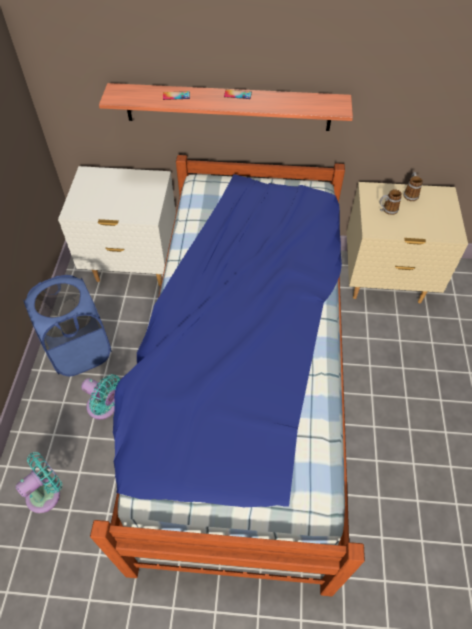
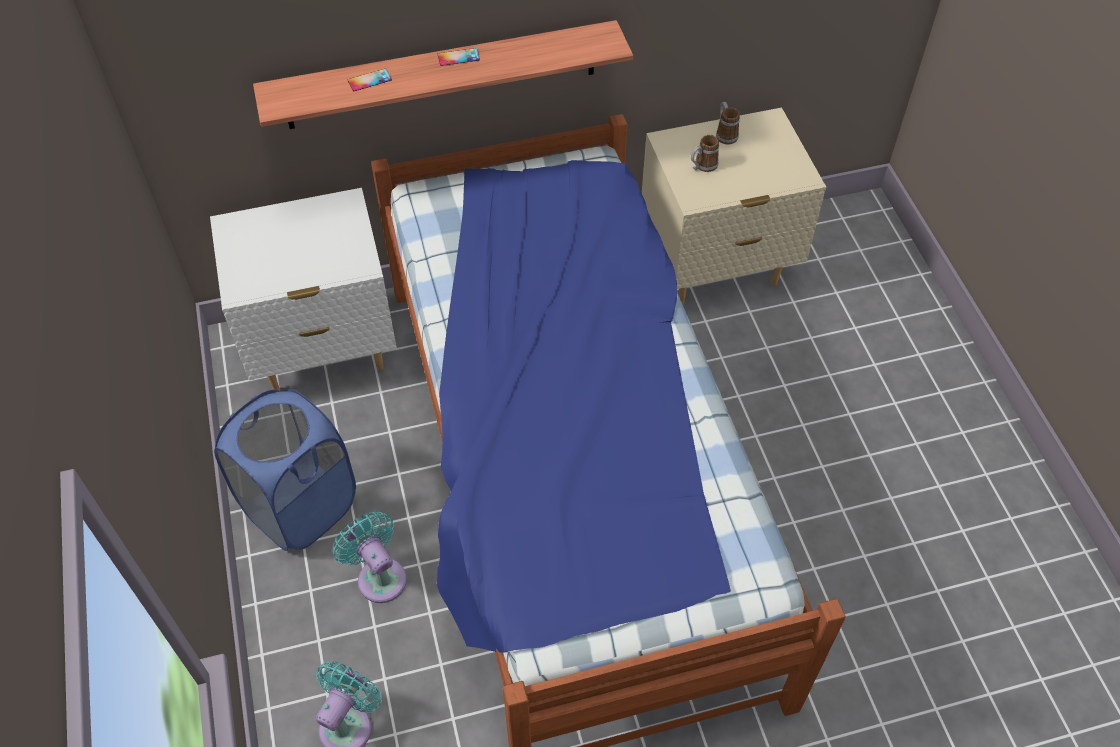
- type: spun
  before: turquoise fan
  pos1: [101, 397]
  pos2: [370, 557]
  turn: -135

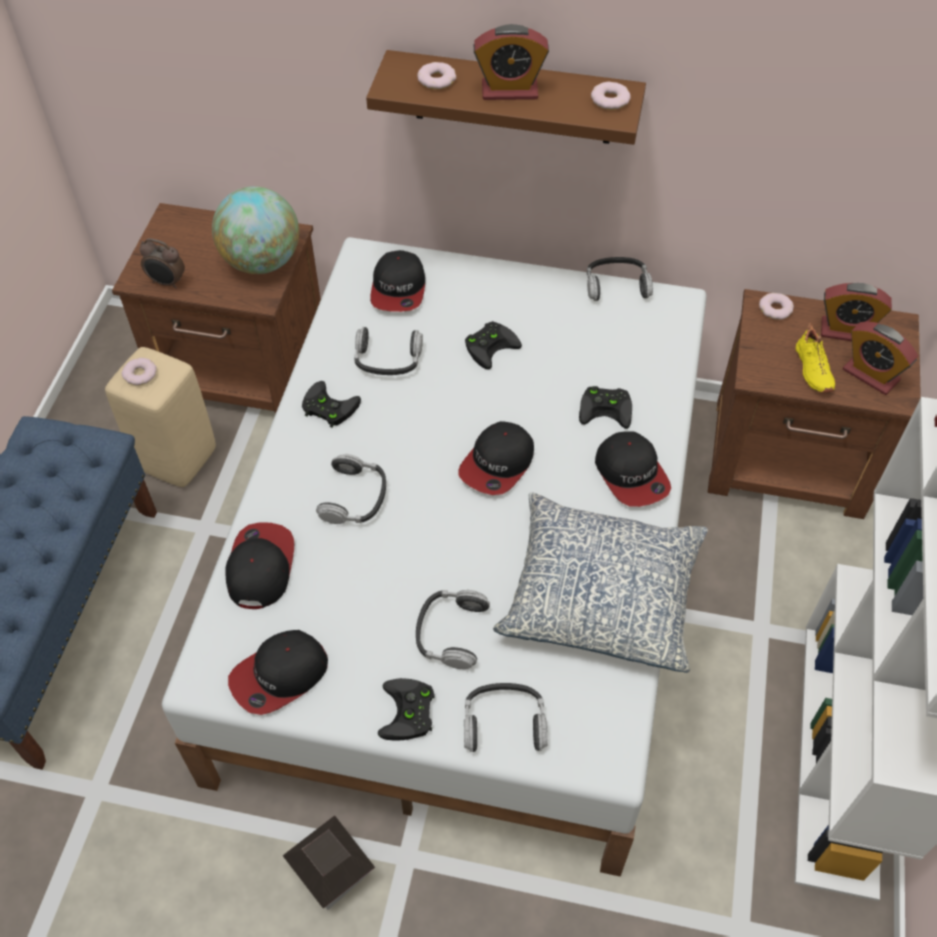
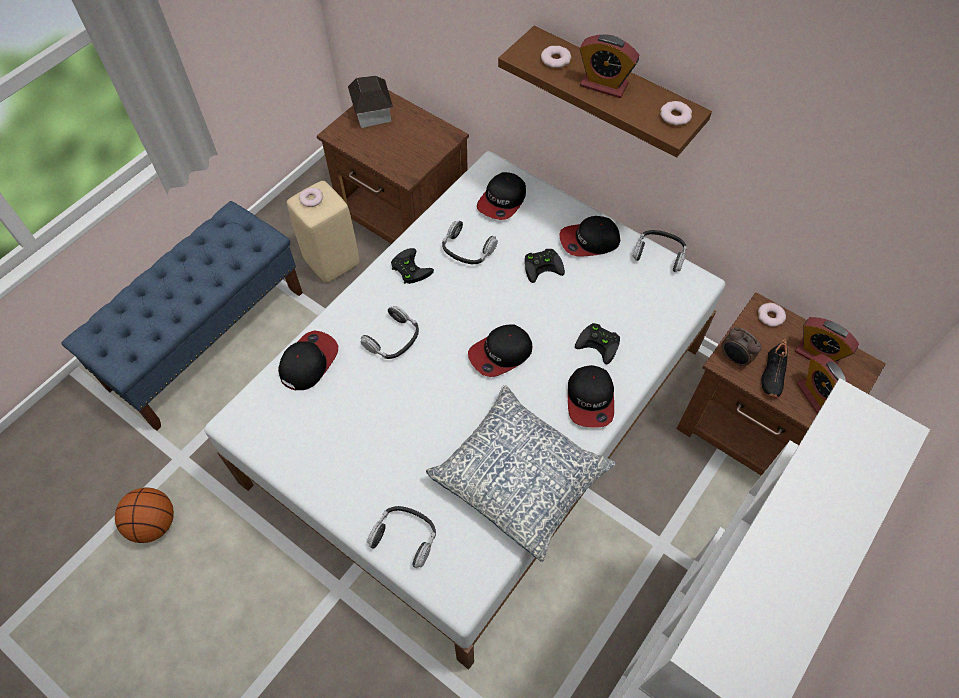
- type: appeared
  after: basketball
  pos2: [144, 515]
- type: relocated
  before: toy house
  pos1: [328, 862]
  pos2: [370, 102]
- type: relocated
  before: cap
  pos1: [278, 672]
  pos2: [590, 236]
- type: relocated
  before: alarm clock
  pos1: [162, 264]
  pos2: [741, 347]
- type: colour
  before: yellow shoe
  after: black shoe
  pos1: [815, 358]
  pos2: [774, 368]
- type: missing
  before: globe
  pos1: [255, 230]
- type: missing
  before: black game controller
  pos1: [406, 709]
- type: missing
  before: headphones
  pos1: [453, 629]

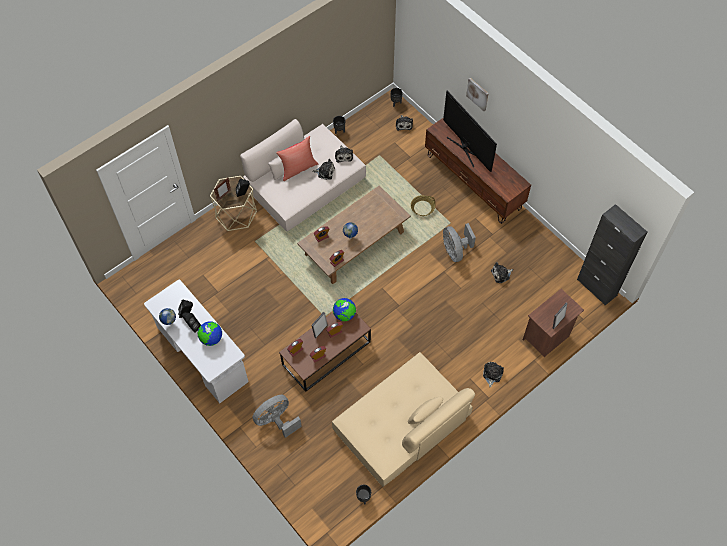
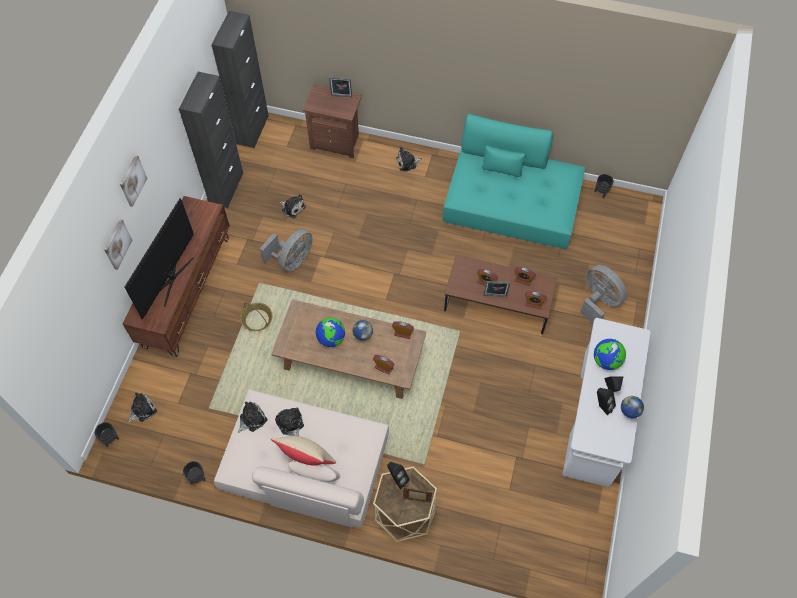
- type: appeared
  after: picture
  pos2: [133, 181]
- type: appeared
  after: black cabinet
  pos2: [211, 140]
- type: colour
  before: red pillow
  after: beige pillow
  pos1: [297, 158]
  pos2: [303, 451]
- type: relocated
  before: globe
  pos1: [344, 309]
  pos2: [330, 332]
- type: colour
  before: beige sofa
  after: turquoise sofa
  pos1: [403, 419]
  pos2: [513, 181]
- type: spun
  before: grey fan
  pos1: [277, 416]
  pos2: [603, 294]
  turn: -150

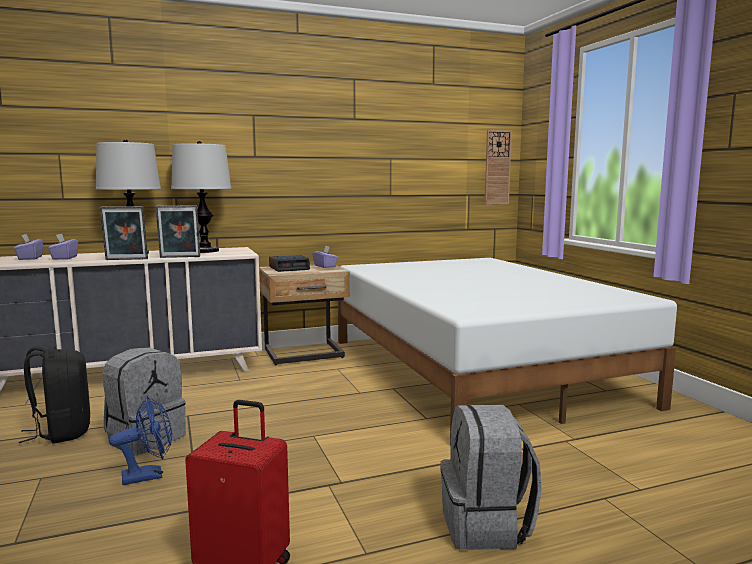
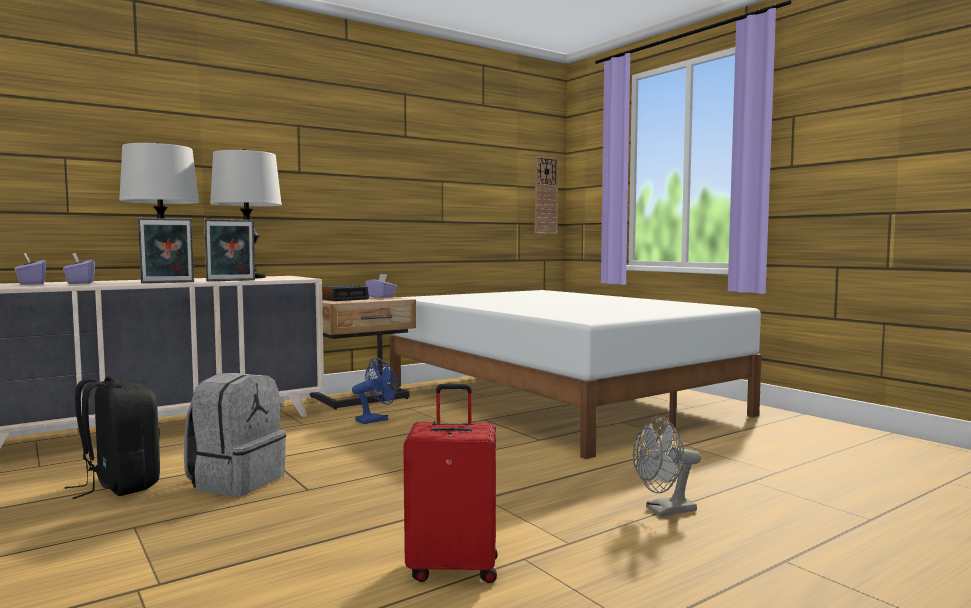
- type: relocated
  before: blue fan
  pos1: [140, 441]
  pos2: [375, 391]
- type: exchanged
  before: grey backpack
  after: grey fan
  pos1: [491, 477]
  pos2: [667, 466]

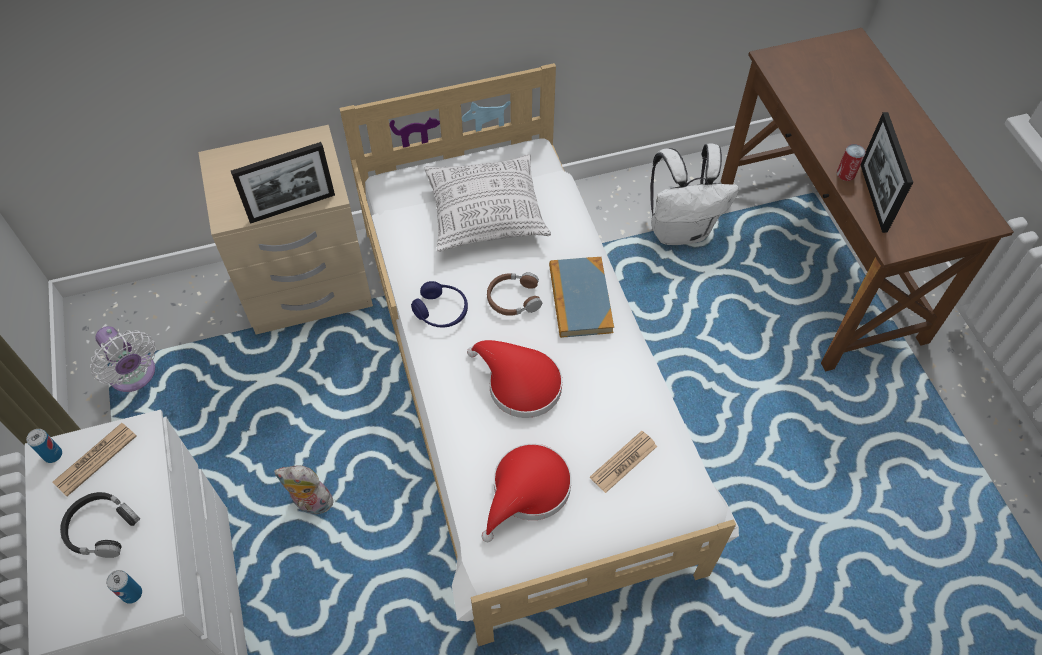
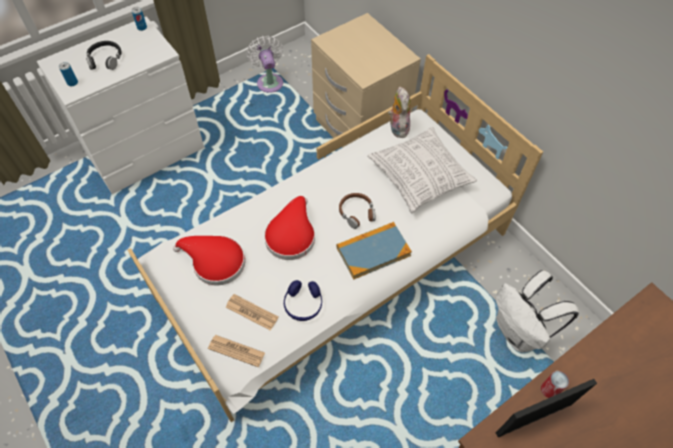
- type: relocated
  before: newspaper
  pos1: [94, 459]
  pos2: [236, 351]
- type: spun
  before: white fan
  pos1: [123, 359]
  pos2: [265, 64]
  turn: 135
- type: relocated
  before: blue headphones
  pos1: [439, 304]
  pos2: [303, 300]
- type: relocated
  before: plush toy
  pos1: [306, 489]
  pos2: [399, 112]
- type: missing
  before: picture frame
  pos1: [283, 183]

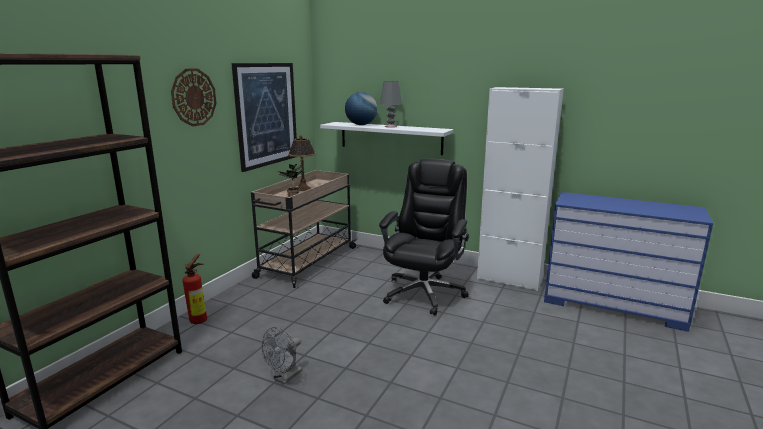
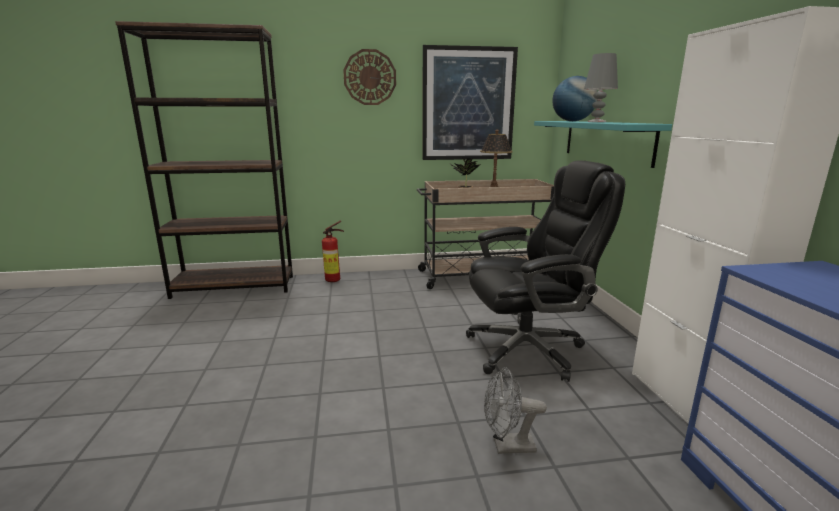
- type: relocated
  before: grey fan
  pos1: [282, 355]
  pos2: [515, 410]
- type: colour
  before: white shelf
  after: turquoise shelf
  pos1: [387, 138]
  pos2: [603, 144]

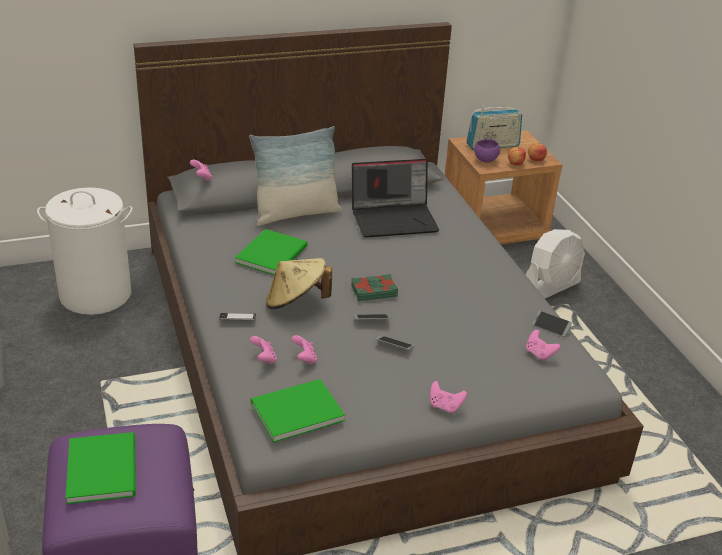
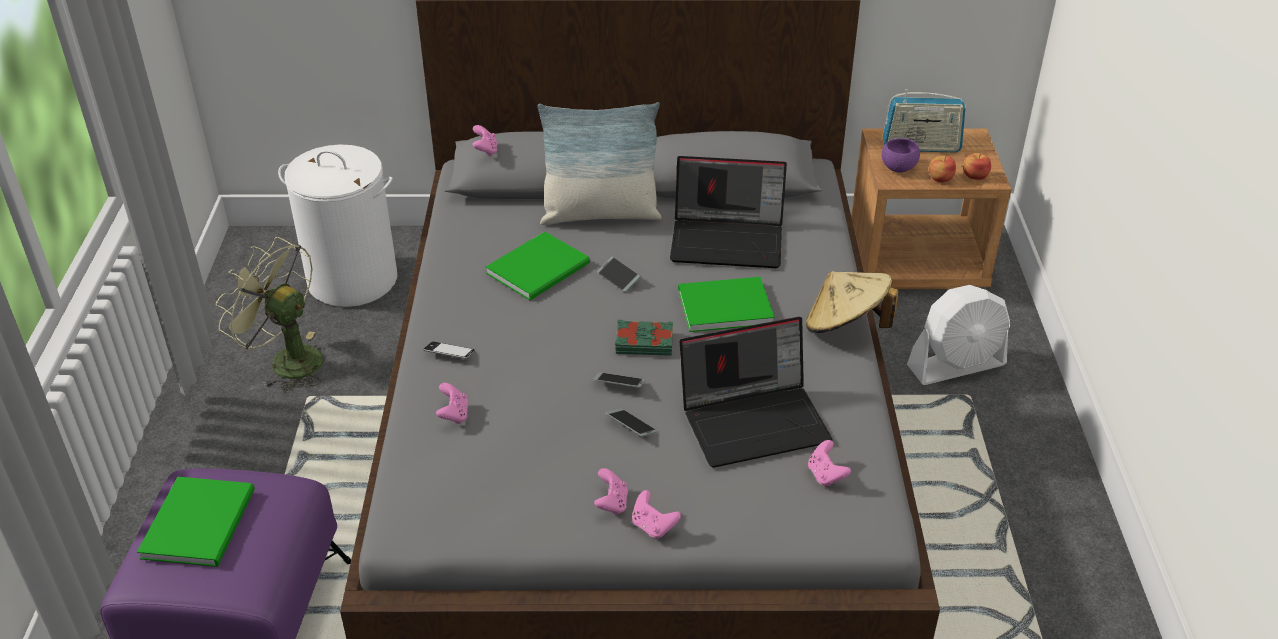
- type: appeared
  after: green fan
  pos2: [269, 314]
- type: relocated
  before: pink game controller
  pos1: [304, 350]
  pos2: [611, 491]
- type: relocated
  before: phone
  pos1: [552, 324]
  pos2: [618, 274]
- type: relocated
  before: green book
  pos1: [298, 411]
  pos2: [726, 304]
- type: appeared
  after: laptop
  pos2: [756, 392]
- type: relocated
  before: beige hat
  pos1: [299, 283]
  pos2: [852, 302]

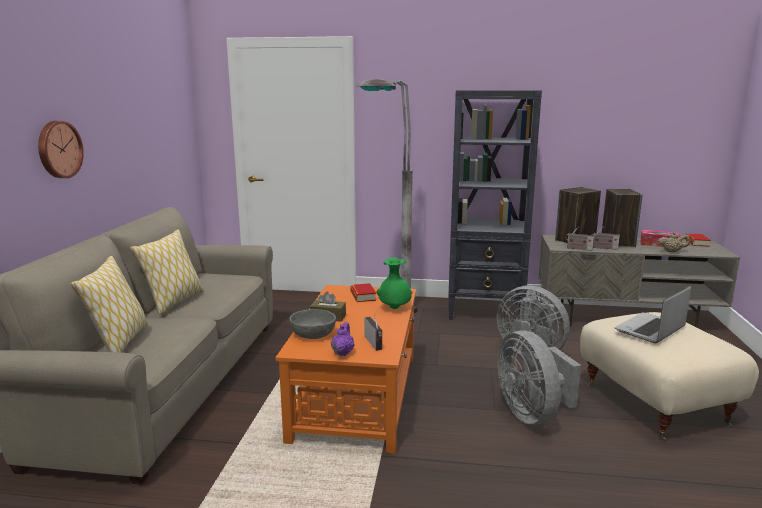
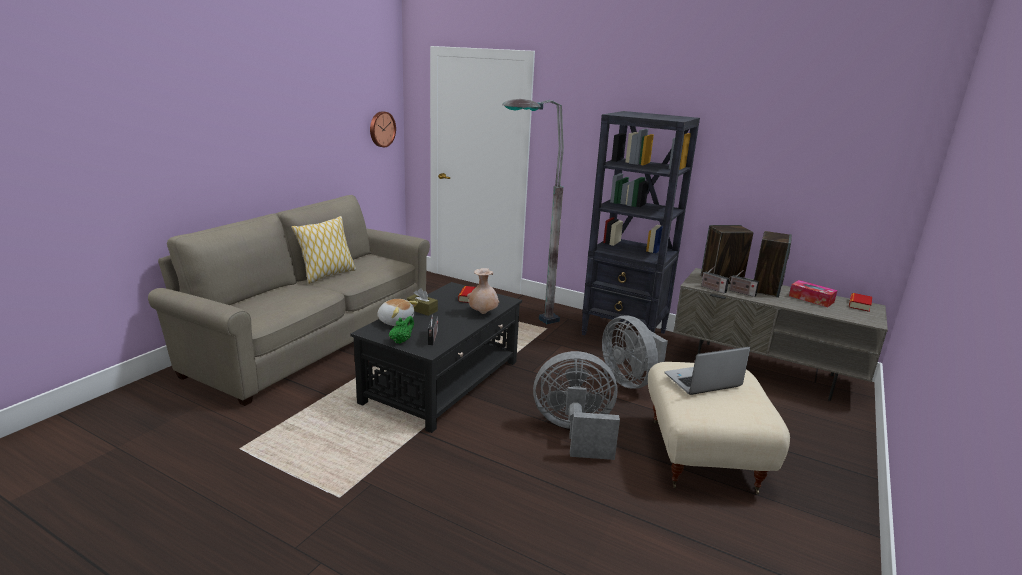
- type: colour
  before: orange coffee table
  after: black coffee table
  pos1: [345, 369]
  pos2: [436, 357]
- type: relocated
  before: wall clock
  pos1: [61, 149]
  pos2: [383, 129]
- type: exchanged
  before: grey bowl
  after: plush toy
  pos1: [312, 324]
  pos2: [397, 312]
- type: colour
  before: purple teapot
  after: green teapot
  pos1: [343, 339]
  pos2: [401, 330]
- type: colour
  before: green vase
  after: beige vase
  pos1: [395, 283]
  pos2: [483, 291]
- type: spun
  before: grey fan
  pos1: [539, 377]
  pos2: [576, 405]
  turn: 90
- type: missing
  before: pillow
  pos1: [109, 304]
- type: missing
  before: beige teapot
  pos1: [674, 242]

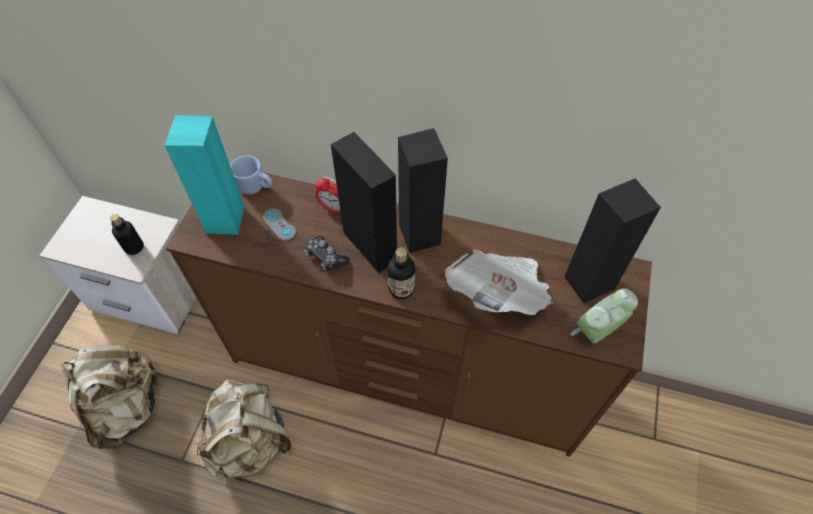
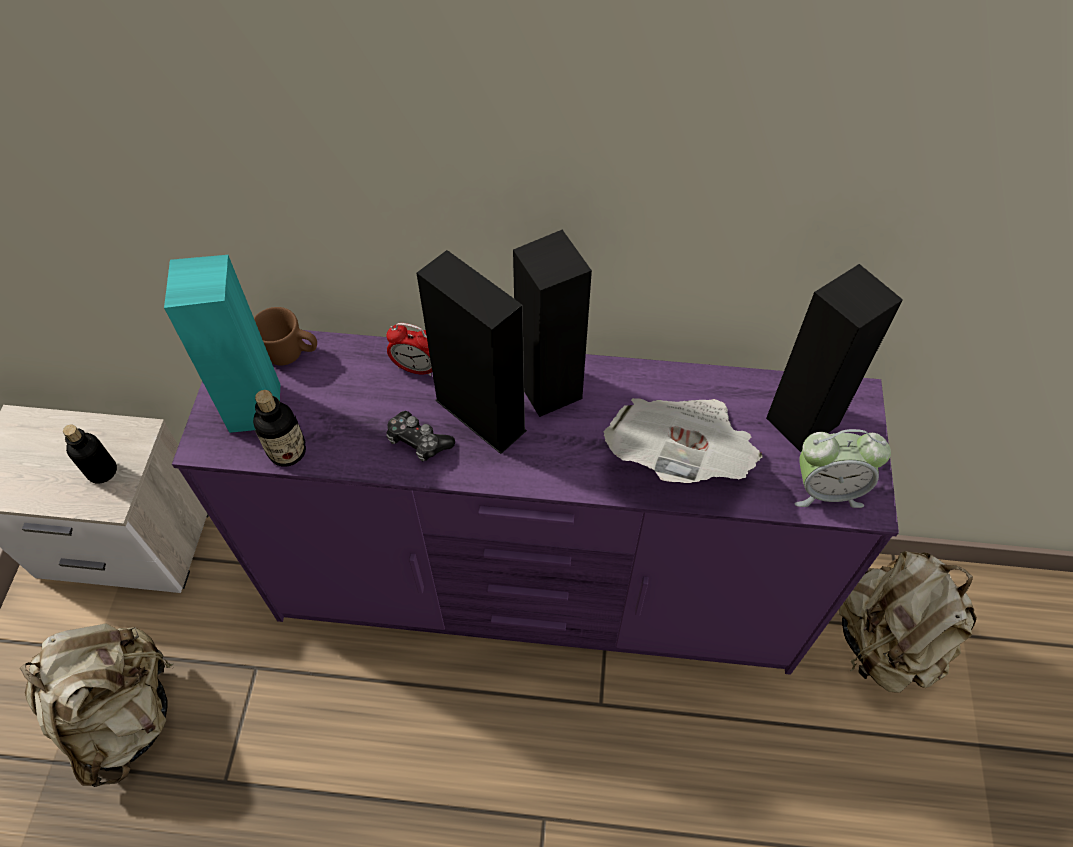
- type: colour
  before: brown dresser
  after: purple dresser
  pos1: [409, 314]
  pos2: [535, 502]
- type: relocated
  before: bottle
  pos1: [401, 273]
  pos2: [279, 428]
- type: colour
  before: blue mug
  after: brown mug
  pos1: [251, 175]
  pos2: [285, 336]
- type: spun
  before: alarm clock
  pos1: [604, 315]
  pos2: [843, 468]
  turn: -135
- type: relocated
  before: beige backpack
  pos1: [244, 428]
  pos2: [908, 622]
- type: missing
  before: grey game controller
  pos1: [279, 224]

